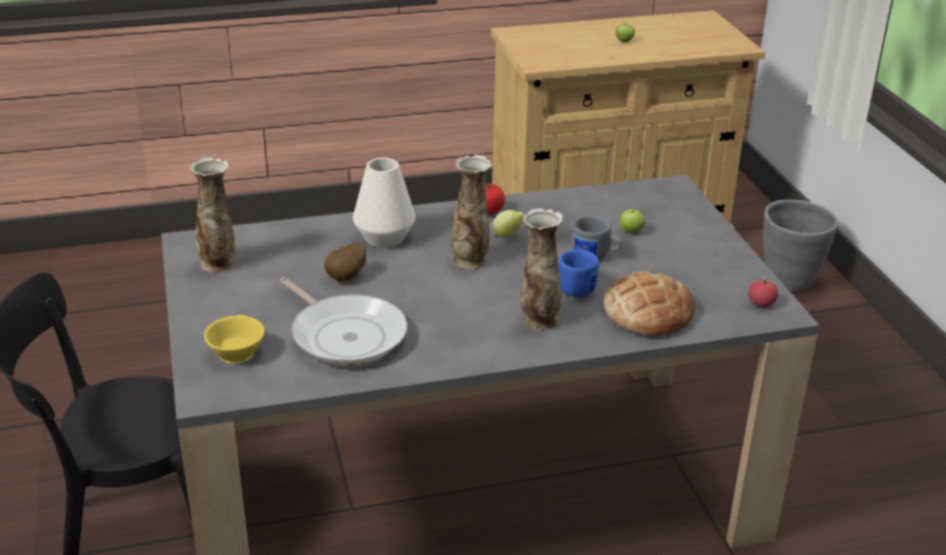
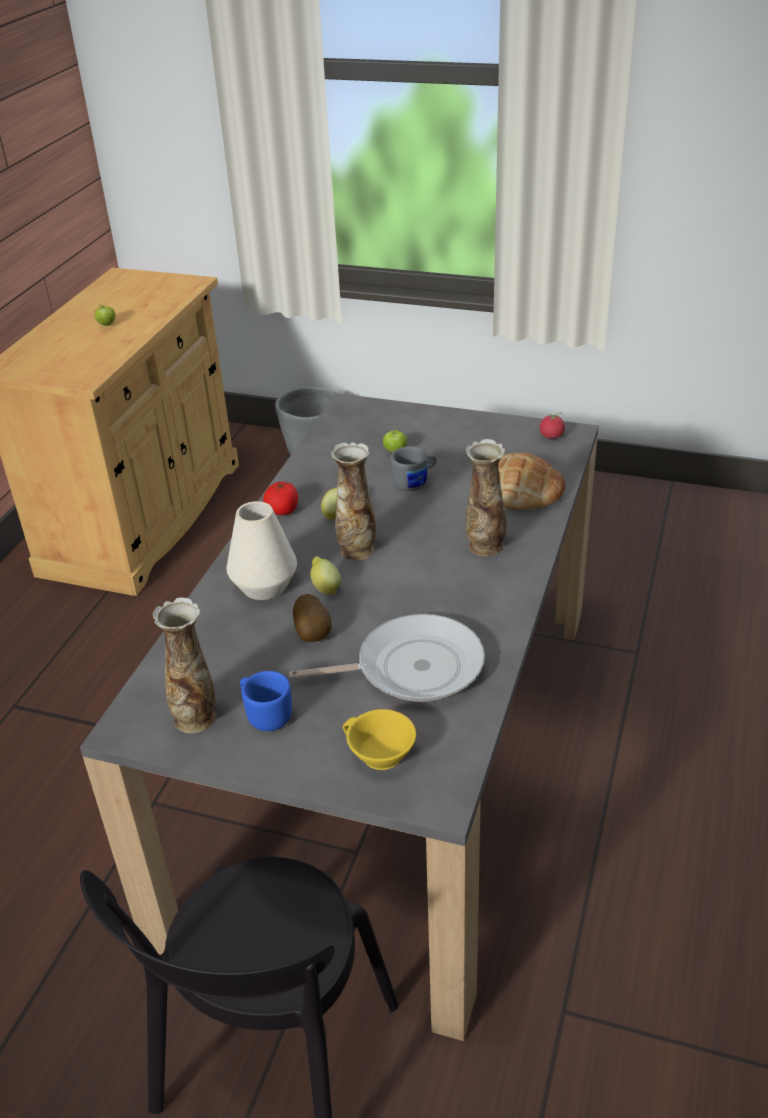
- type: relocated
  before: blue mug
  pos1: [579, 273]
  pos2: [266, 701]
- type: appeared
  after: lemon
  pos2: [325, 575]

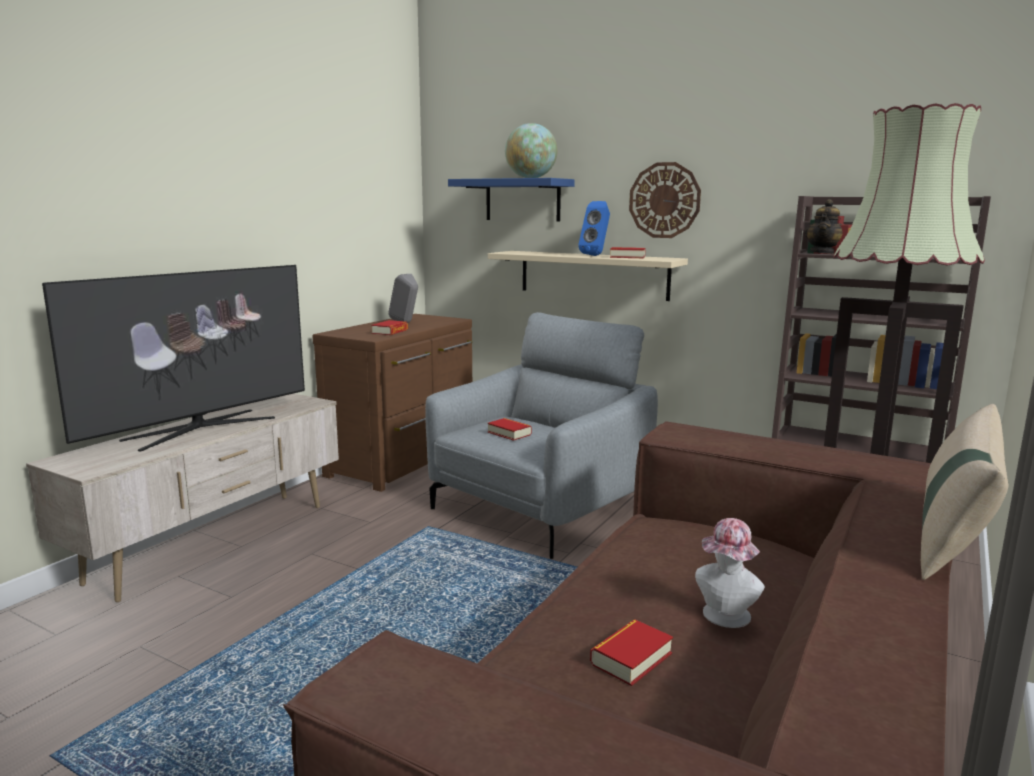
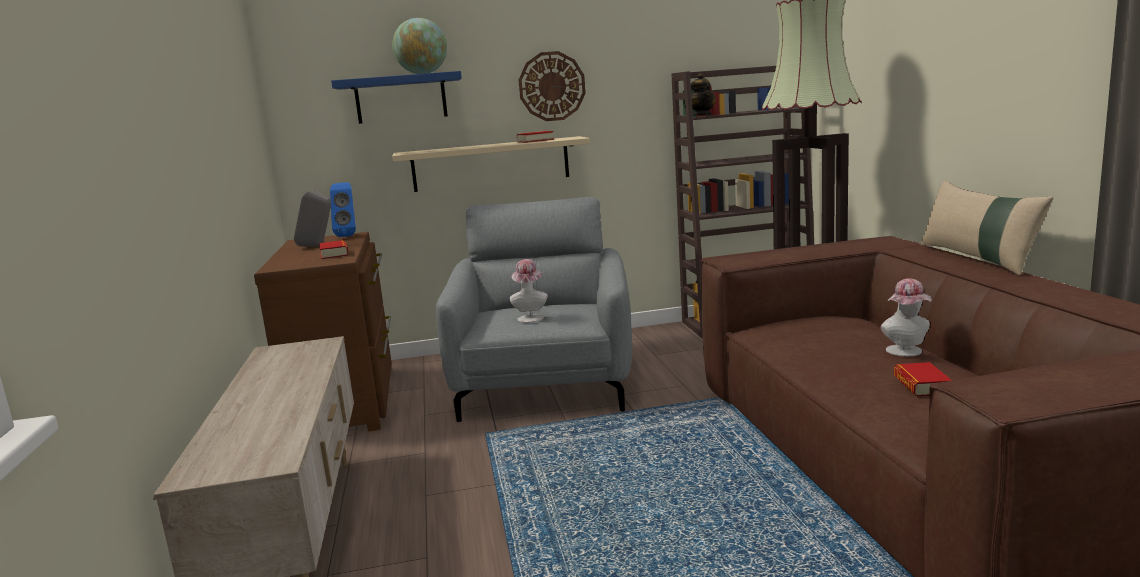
- type: relocated
  before: blue speaker
  pos1: [594, 228]
  pos2: [343, 209]
- type: exchanged
  before: book
  after: hat
  pos1: [509, 429]
  pos2: [529, 291]
- type: missing
  before: television
  pos1: [173, 358]

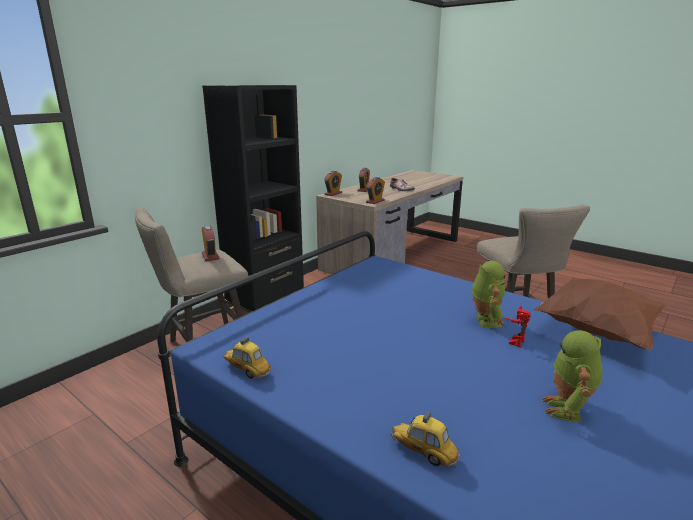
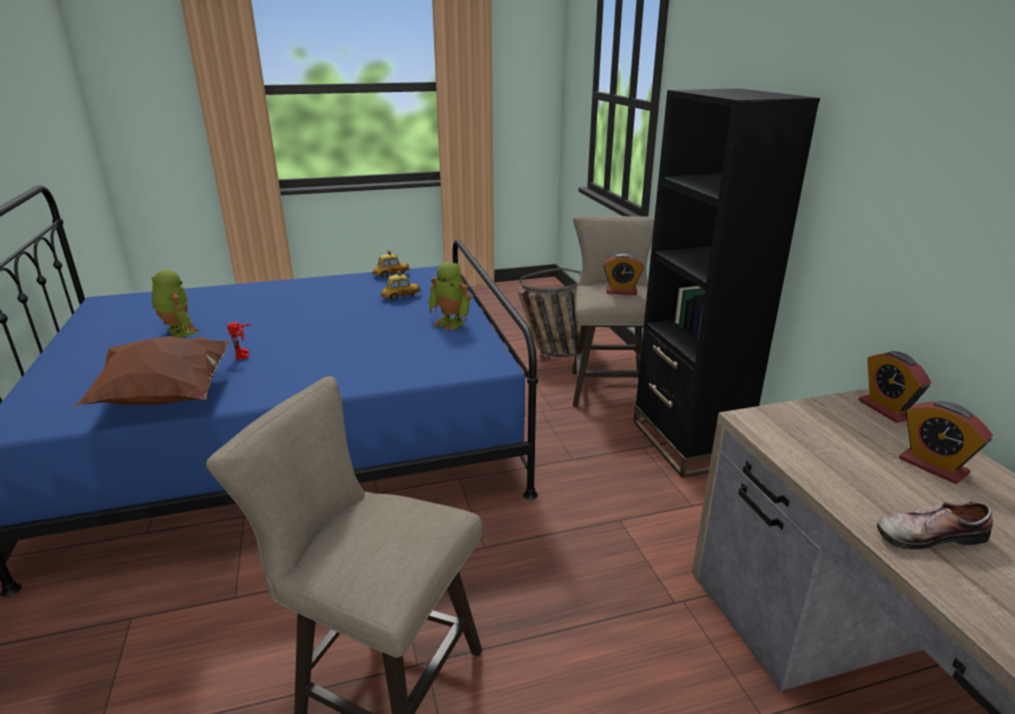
- type: relocated
  before: toy car
  pos1: [425, 439]
  pos2: [400, 285]
- type: relocated
  before: toy robot
  pos1: [488, 294]
  pos2: [450, 296]
- type: appeared
  after: basket
  pos2: [550, 312]
- type: missing
  before: alarm clock
  pos1: [375, 190]

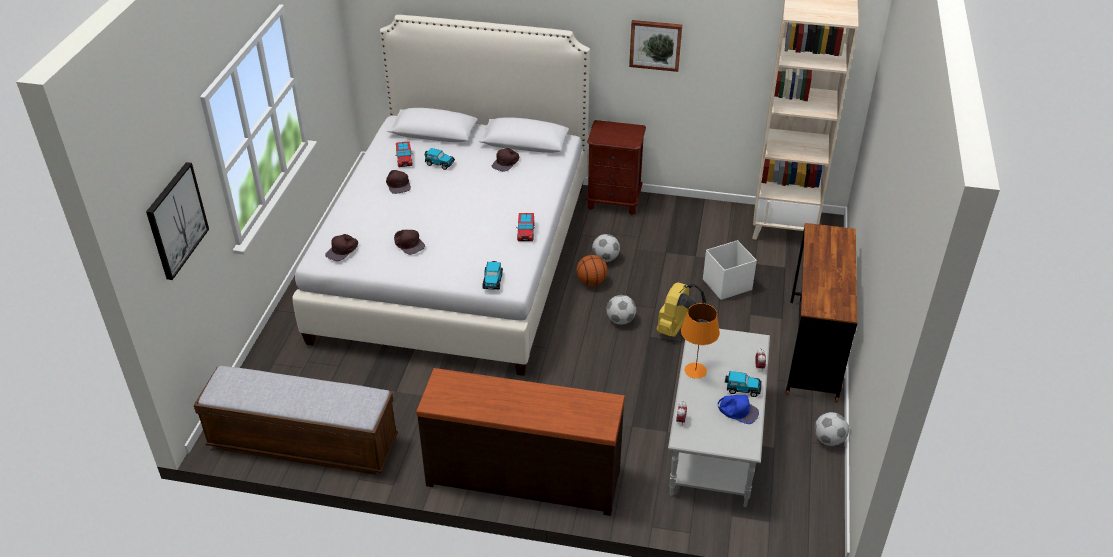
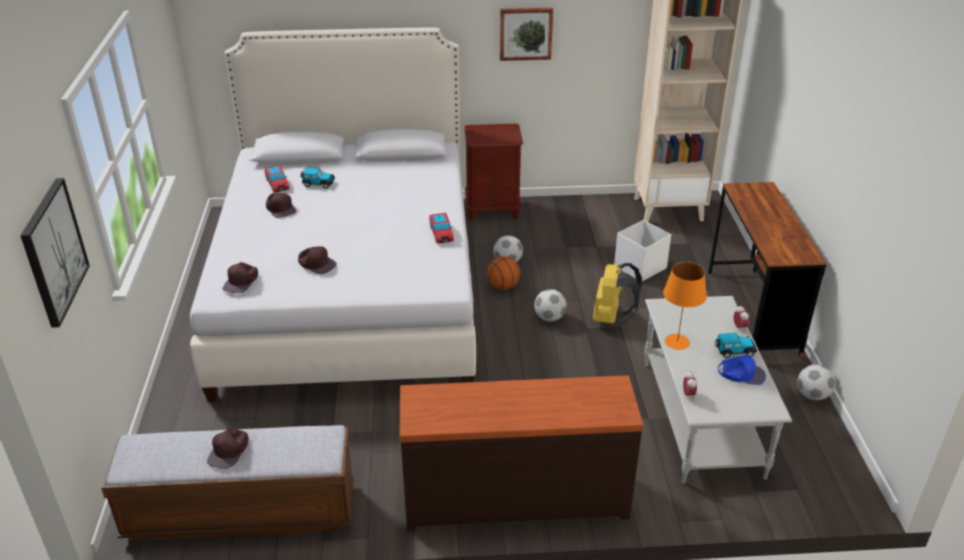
- type: relocated
  before: brown cap
  pos1: [505, 159]
  pos2: [228, 448]
- type: missing
  before: toy car
  pos1: [492, 275]

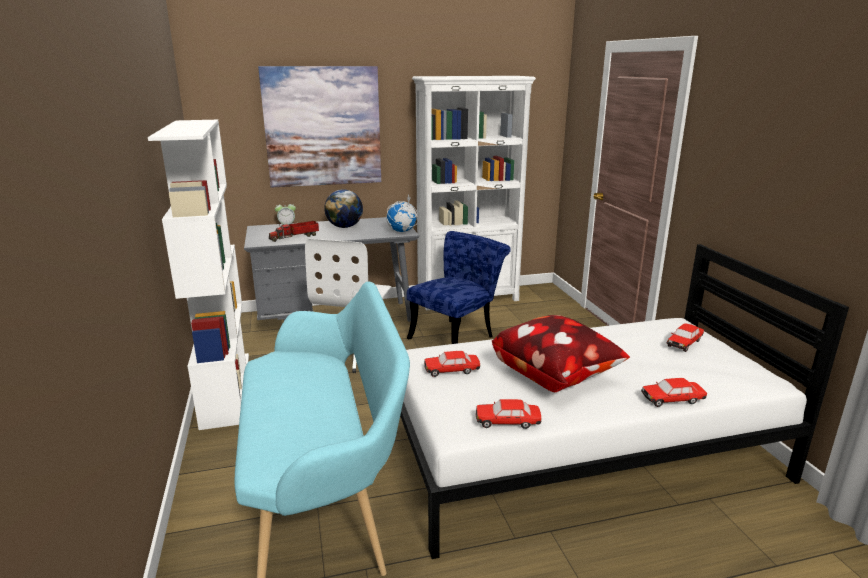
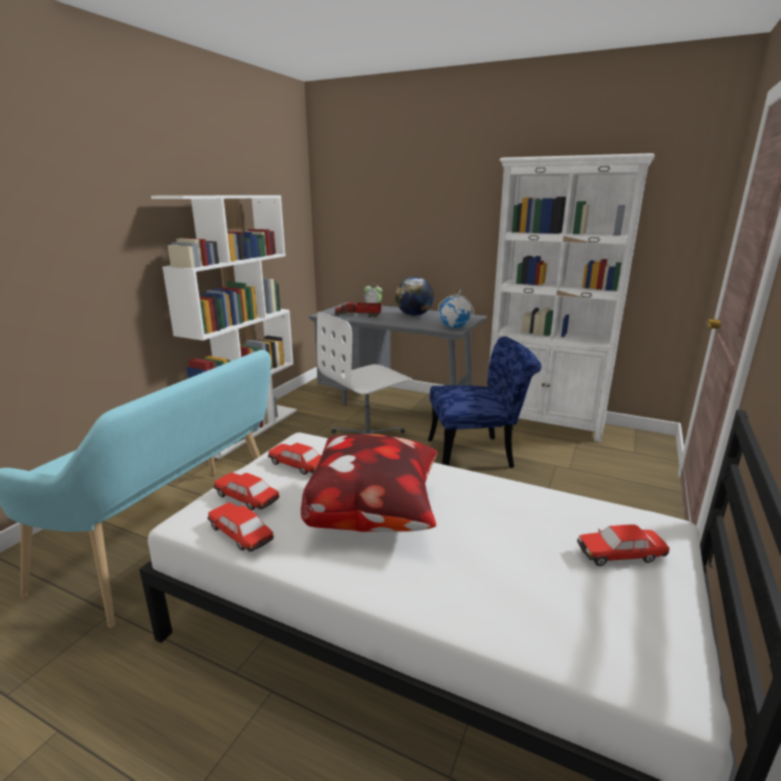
- type: relocated
  before: toy car
  pos1: [674, 392]
  pos2: [246, 491]
- type: missing
  before: picture
  pos1: [319, 127]

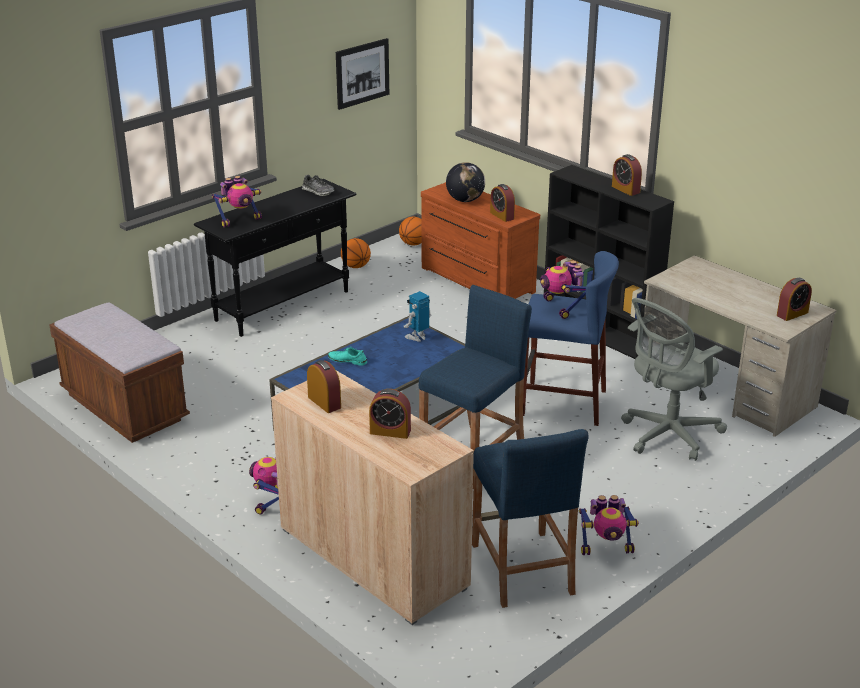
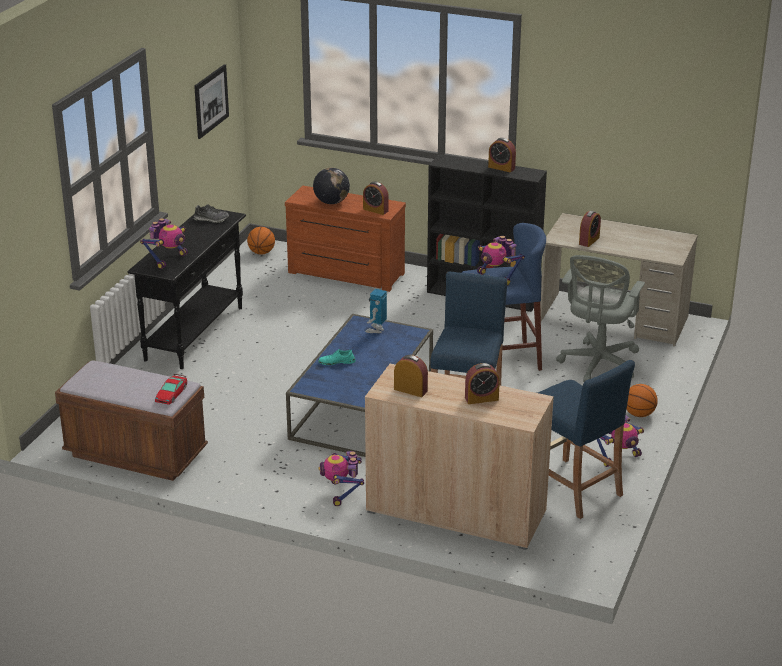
- type: appeared
  after: toy car
  pos2: [171, 389]
- type: relocated
  before: alarm clock
  pos1: [794, 299]
  pos2: [590, 229]
- type: relocated
  before: basketball
  pos1: [356, 253]
  pos2: [642, 400]

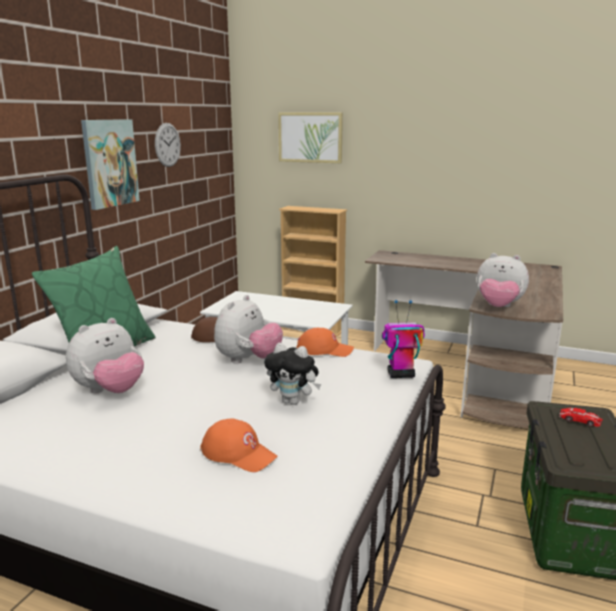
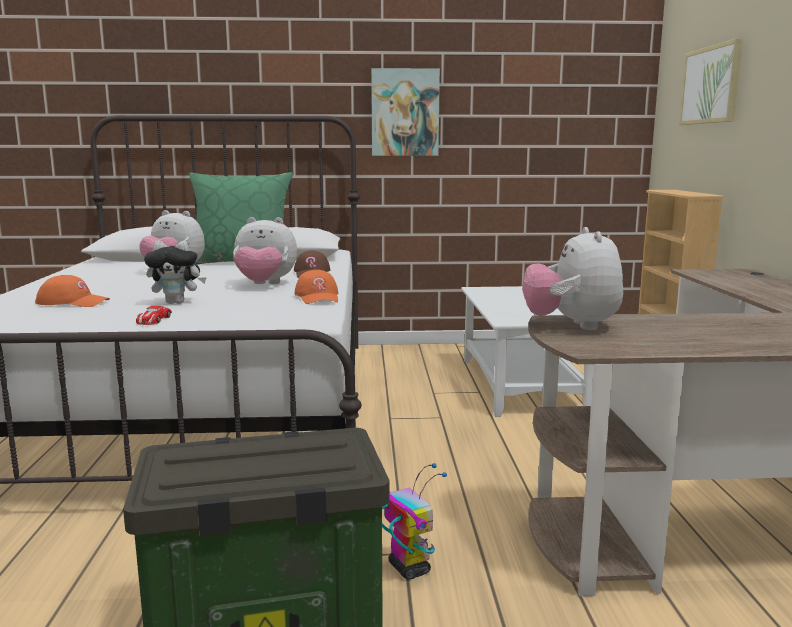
- type: spun
  before: orange cap
  pos1: [239, 445]
  pos2: [72, 291]
  turn: -90
- type: relocated
  before: toy car
  pos1: [581, 417]
  pos2: [154, 315]
- type: spun
  before: plush toy
  pos1: [292, 374]
  pos2: [175, 272]
  turn: -90
- type: relocated
  before: toy robot
  pos1: [403, 339]
  pos2: [414, 521]
- type: missing
  before: wall clock
  pos1: [168, 145]

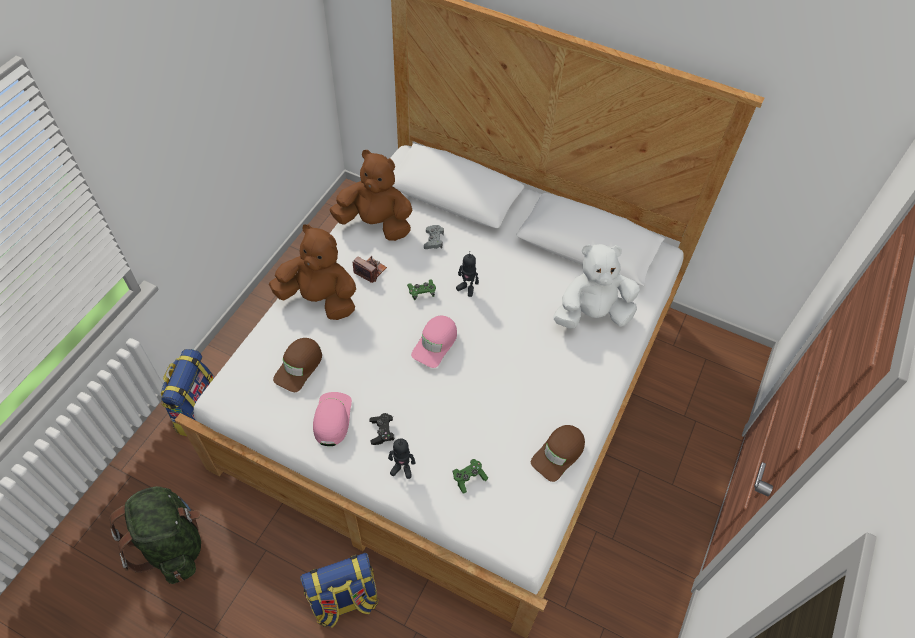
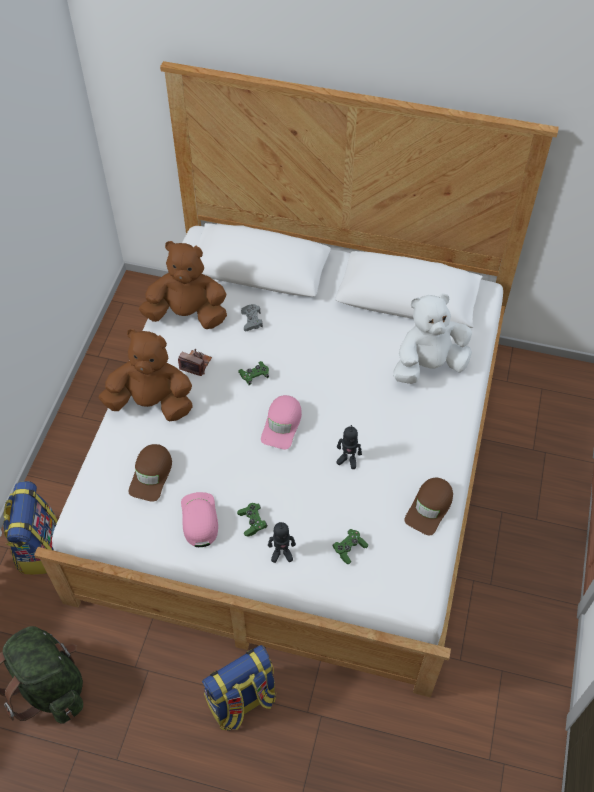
- type: colour
  before: black game controller
  after: green game controller
  pos1: [382, 429]
  pos2: [252, 520]
- type: relocated
  before: toy robot
  pos1: [467, 275]
  pos2: [349, 447]

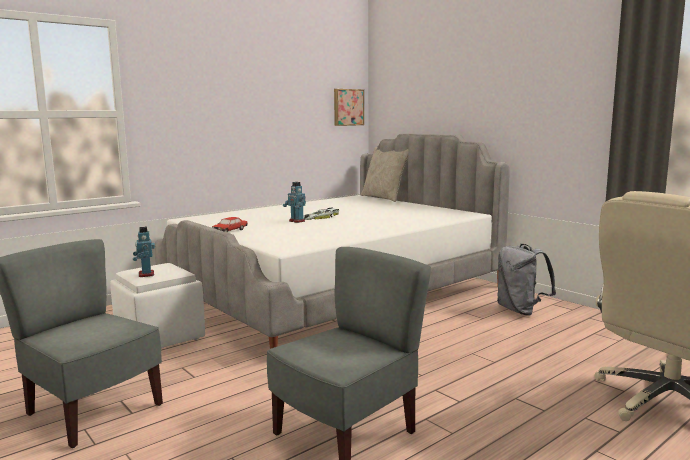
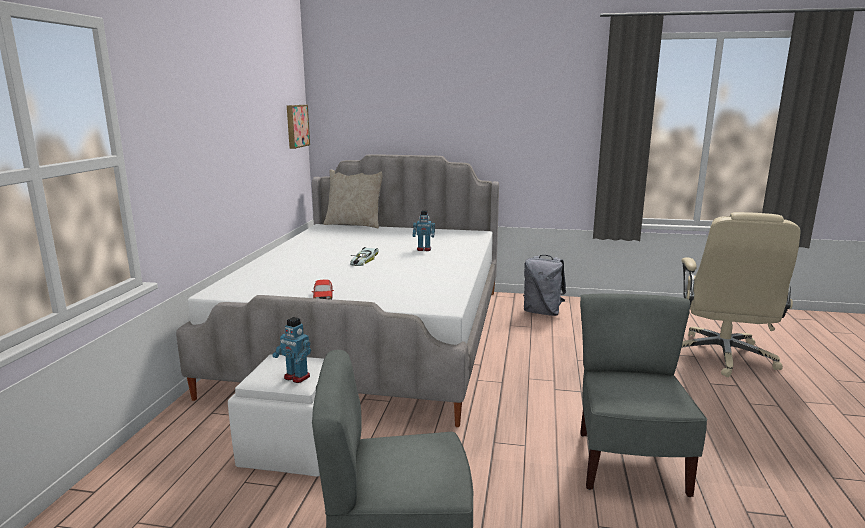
- type: relocated
  before: toy robot
  pos1: [294, 202]
  pos2: [423, 230]

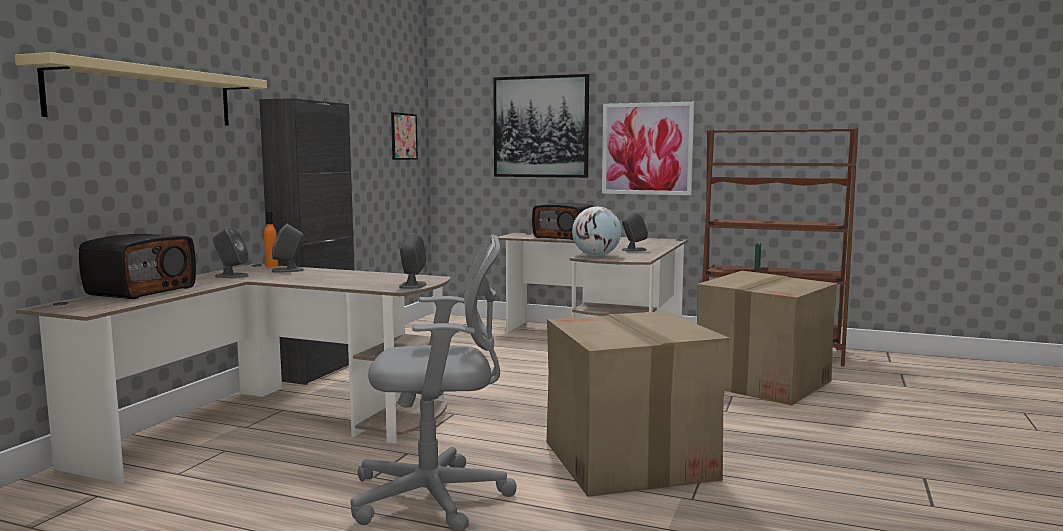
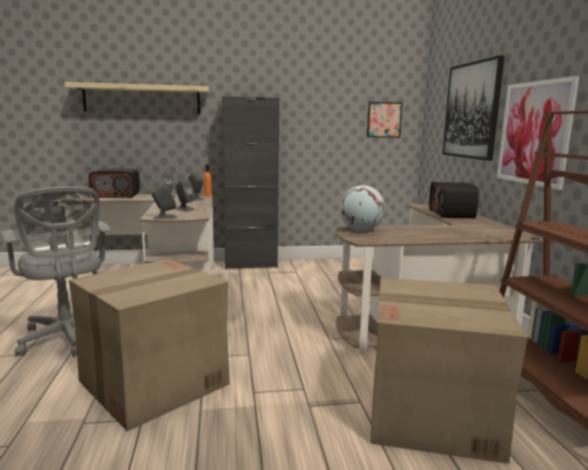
- type: relocated
  before: grey speaker
  pos1: [635, 231]
  pos2: [185, 194]

